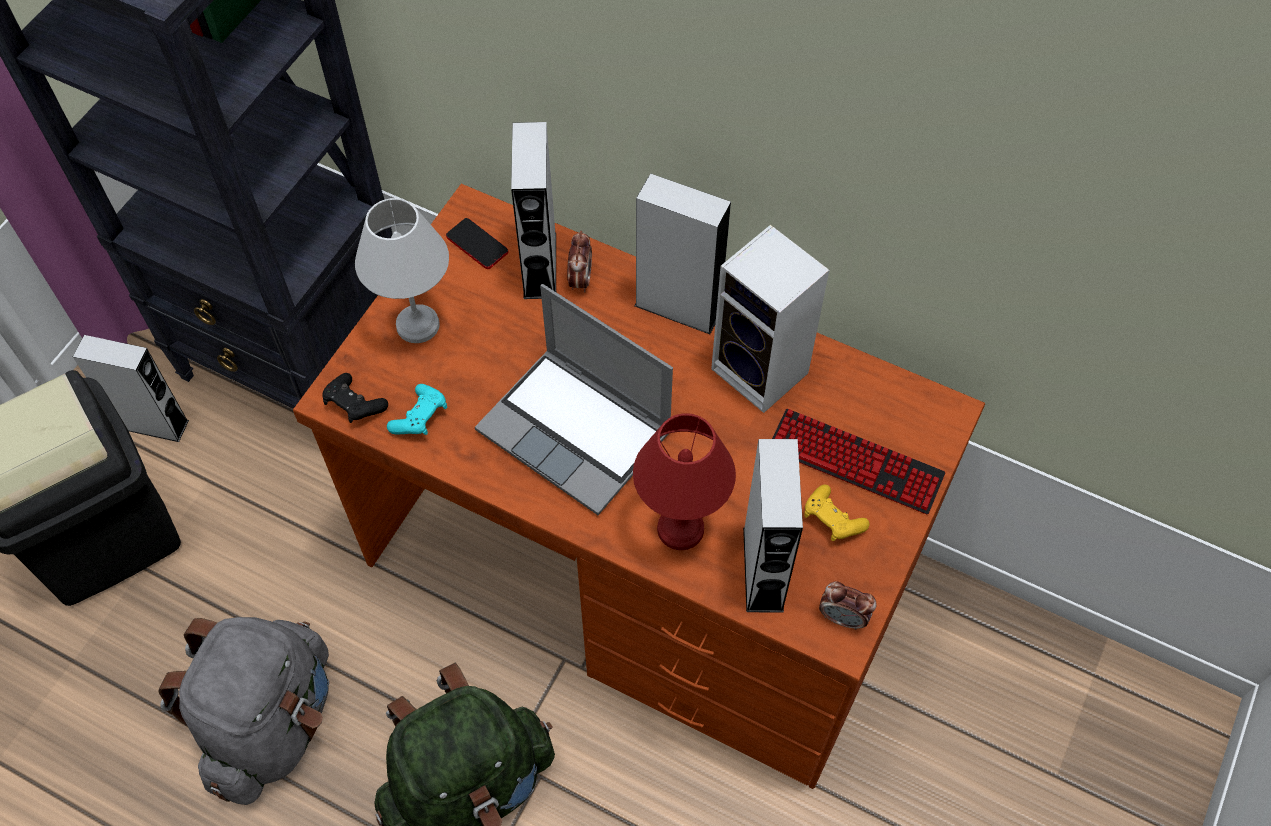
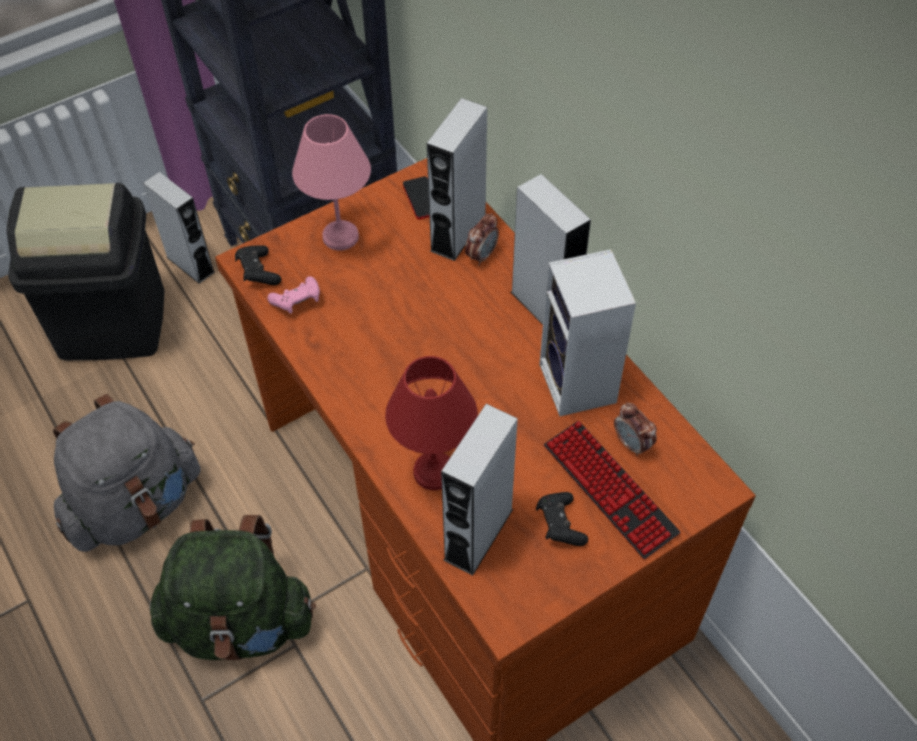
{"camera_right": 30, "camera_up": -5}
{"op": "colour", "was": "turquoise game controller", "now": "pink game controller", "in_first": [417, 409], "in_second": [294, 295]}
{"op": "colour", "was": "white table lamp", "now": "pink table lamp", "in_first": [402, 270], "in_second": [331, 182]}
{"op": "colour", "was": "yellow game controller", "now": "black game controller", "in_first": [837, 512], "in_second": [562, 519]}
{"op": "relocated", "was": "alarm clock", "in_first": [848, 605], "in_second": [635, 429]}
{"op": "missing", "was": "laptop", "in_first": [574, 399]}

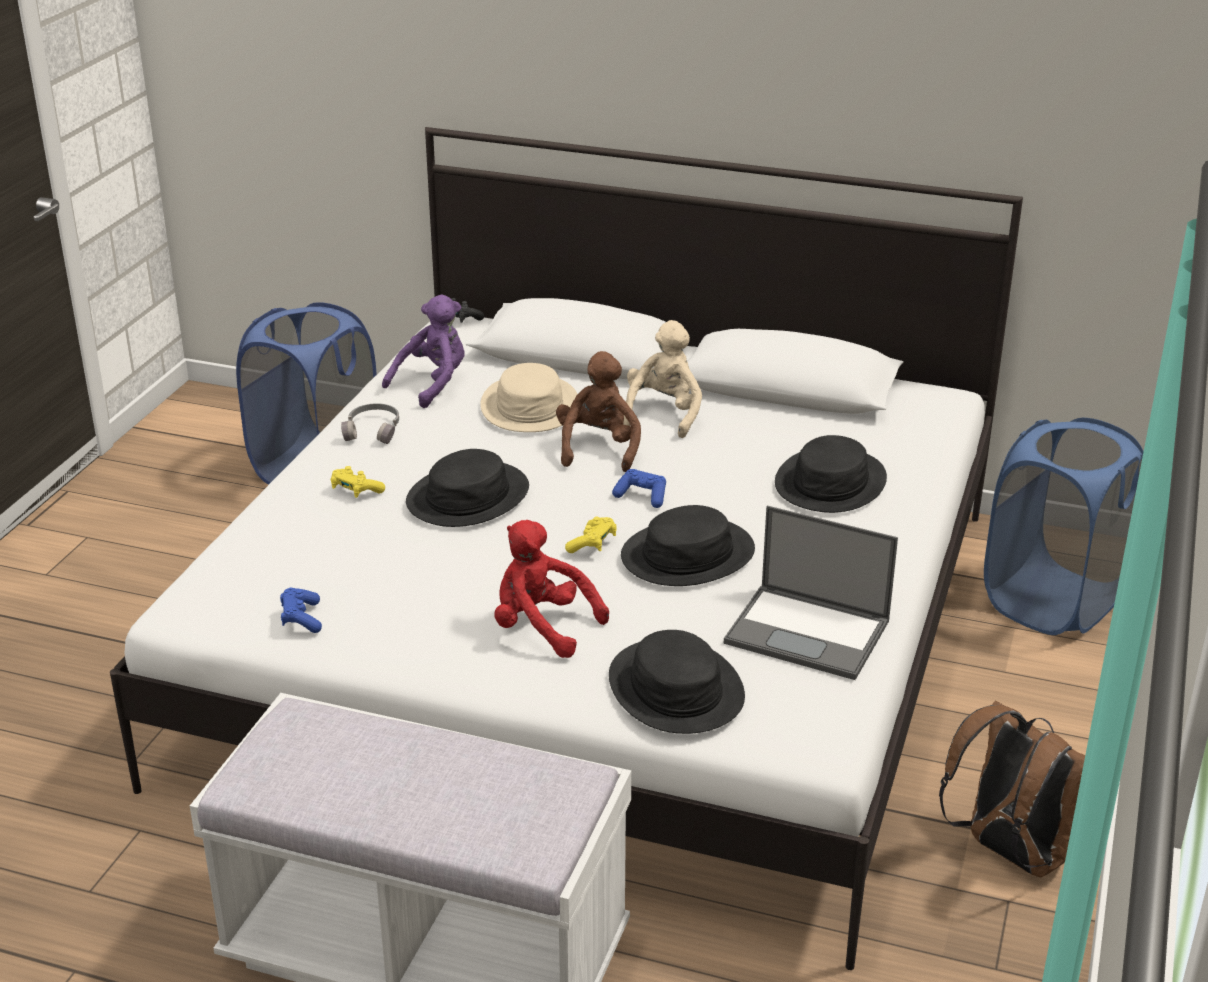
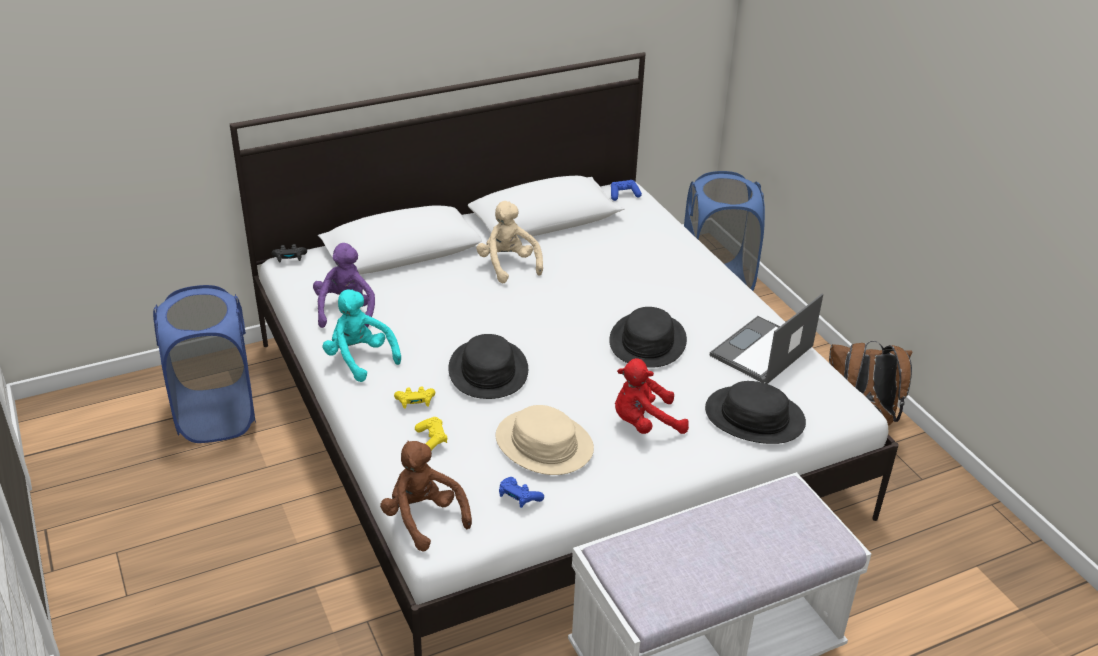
{"camera_right": -45, "camera_up": 5}
{"op": "exchanged", "was": "grey headphones", "now": "turquoise plush toy", "in_first": [370, 423], "in_second": [361, 335]}
{"op": "relocated", "was": "brown plush toy", "in_first": [598, 411], "in_second": [426, 496]}
{"op": "relocated", "was": "yellow game controller", "in_first": [591, 535], "in_second": [431, 434]}
{"op": "relocated", "was": "beige hat", "in_first": [528, 397], "in_second": [545, 440]}
{"op": "relocated", "was": "blue game controller", "in_first": [639, 488], "in_second": [626, 190]}
{"op": "spun", "was": "laptop", "in_first": [811, 593], "in_second": [766, 339], "clockwise": 150}
{"op": "missing", "was": "black hat", "in_first": [831, 474]}

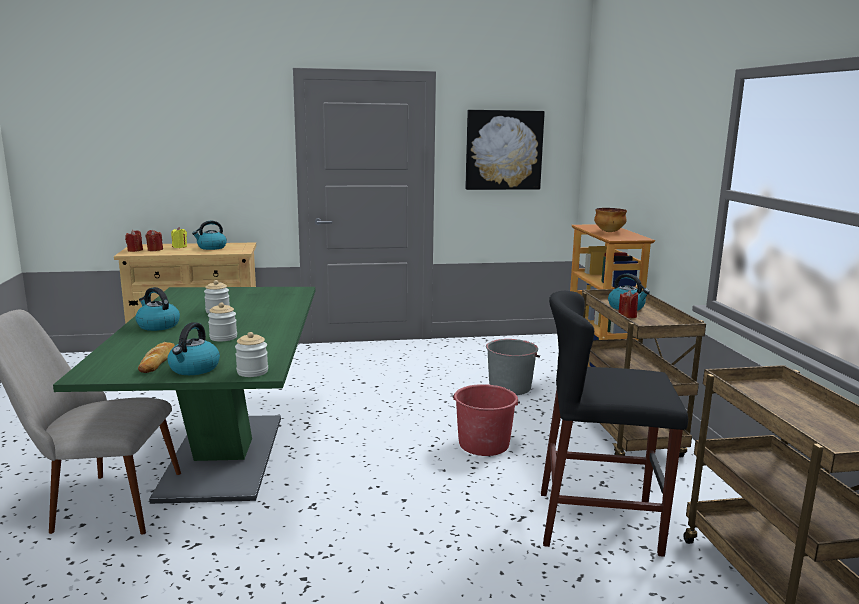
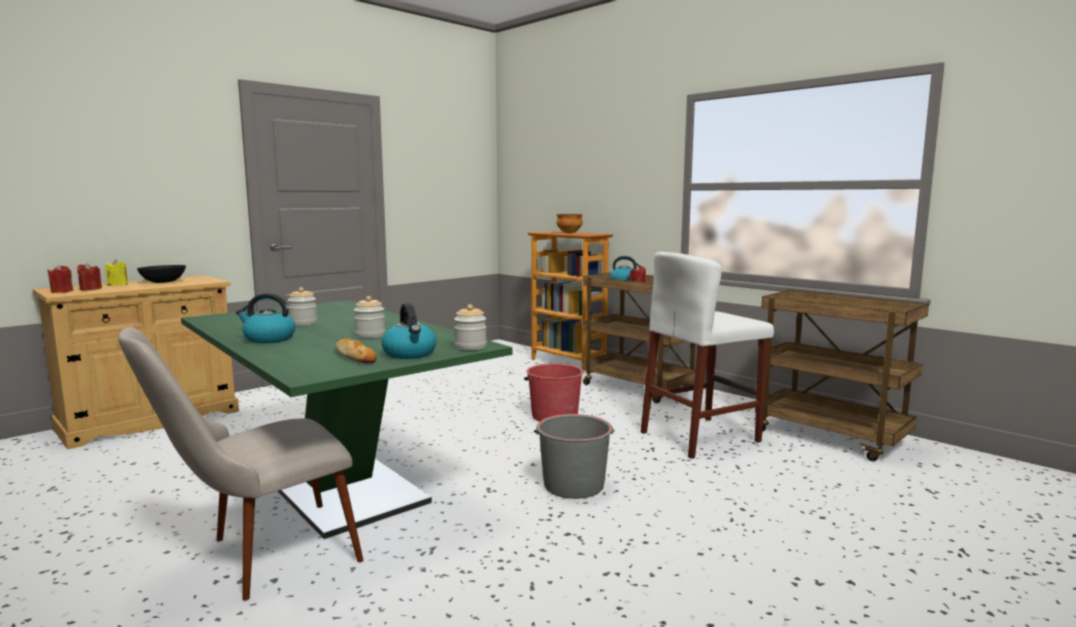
{"camera_right": -35, "camera_up": -5}
{"op": "exchanged", "was": "kettle", "now": "black bowl", "in_first": [209, 235], "in_second": [161, 274]}
{"op": "relocated", "was": "grey bucket", "in_first": [513, 367], "in_second": [574, 456]}
{"op": "colour", "was": "black stool", "now": "white stool", "in_first": [614, 424], "in_second": [707, 355]}
{"op": "missing", "was": "picture", "in_first": [505, 150]}

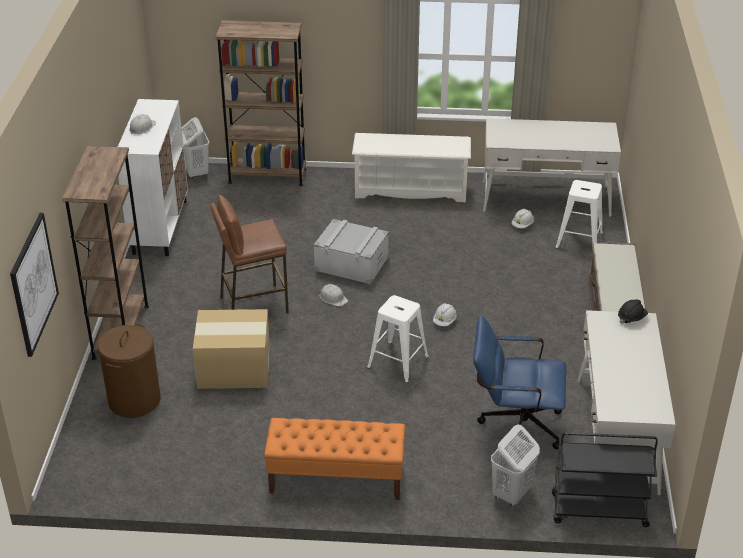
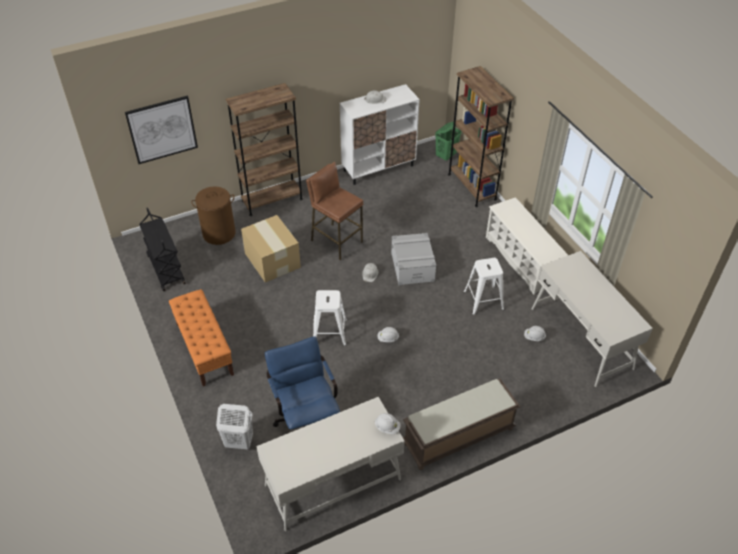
{"camera_right": 60, "camera_up": 10}
{"op": "relocated", "was": "black cart", "in_first": [605, 479], "in_second": [162, 249]}
{"op": "colour", "was": "black hard hat", "now": "white hard hat", "in_first": [633, 312], "in_second": [388, 423]}
{"op": "colour", "was": "white laundry basket", "now": "green laundry basket", "in_first": [195, 148], "in_second": [448, 141]}
{"op": "relocated", "was": "white stool", "in_first": [579, 214], "in_second": [484, 286]}

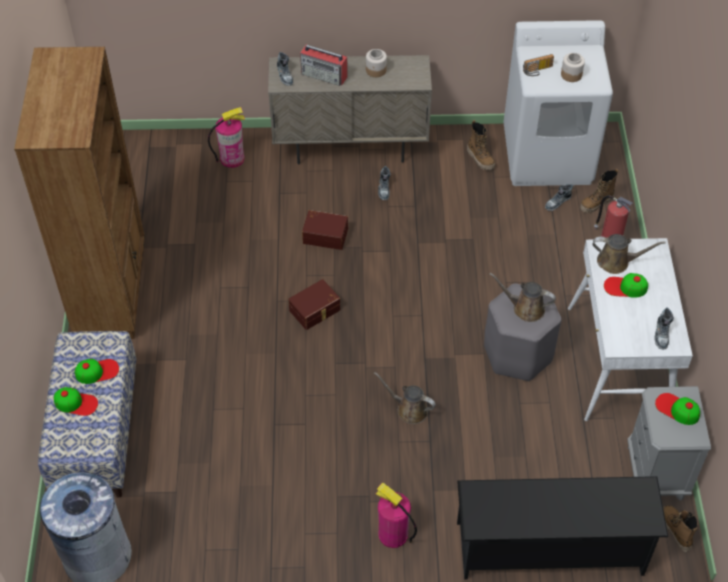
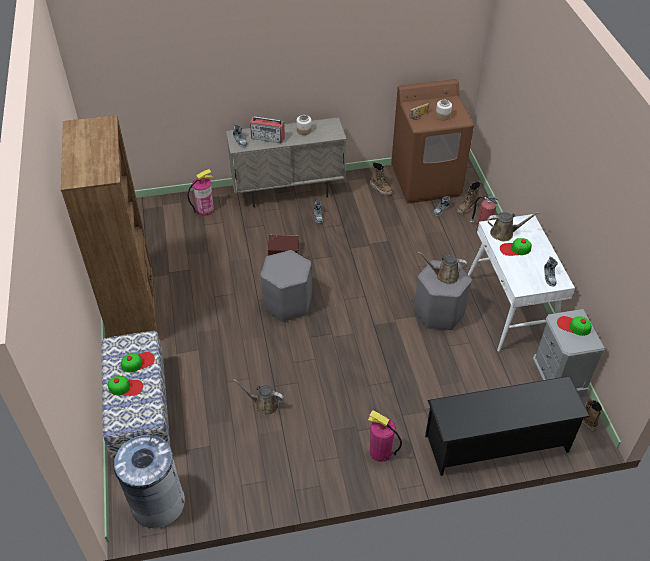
{"camera_right": -10, "camera_up": -5}
{"op": "relocated", "was": "brown watering can", "in_first": [405, 398], "in_second": [258, 397]}
{"op": "exchanged", "was": "brown storage box", "now": "grey stool", "in_first": [314, 304], "in_second": [286, 286]}
{"op": "colour", "was": "white washing machine", "now": "brown washing machine", "in_first": [558, 103], "in_second": [432, 141]}

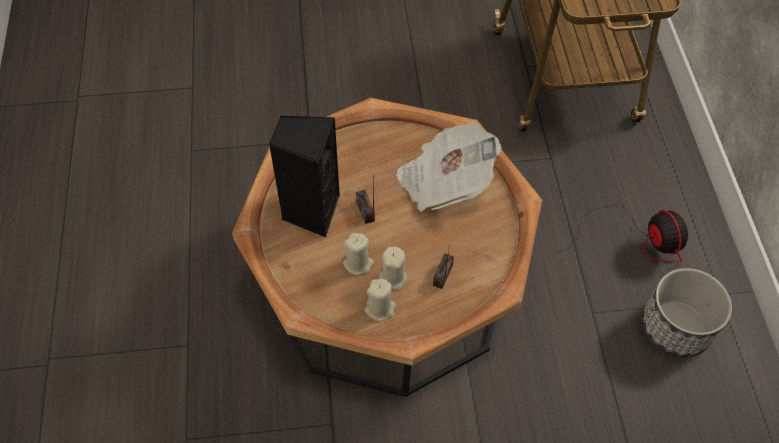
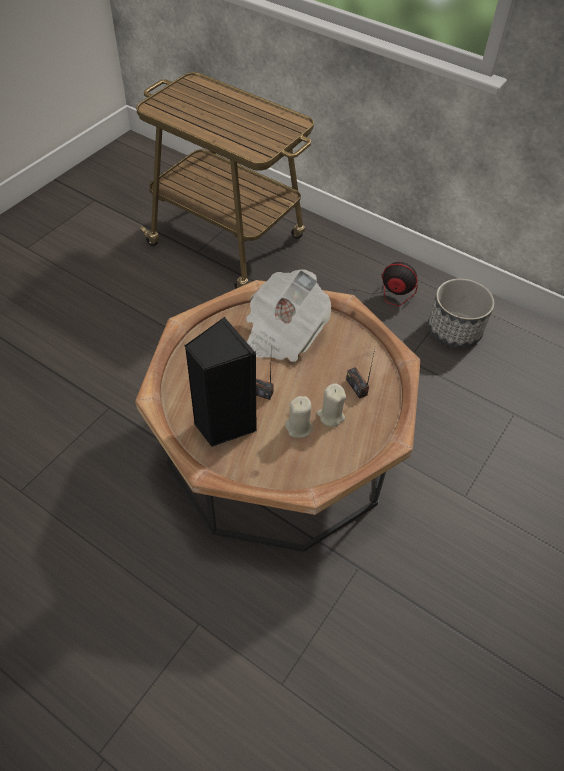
{"camera_right": -50, "camera_up": -5}
{"op": "missing", "was": "beige candle", "in_first": [380, 300]}

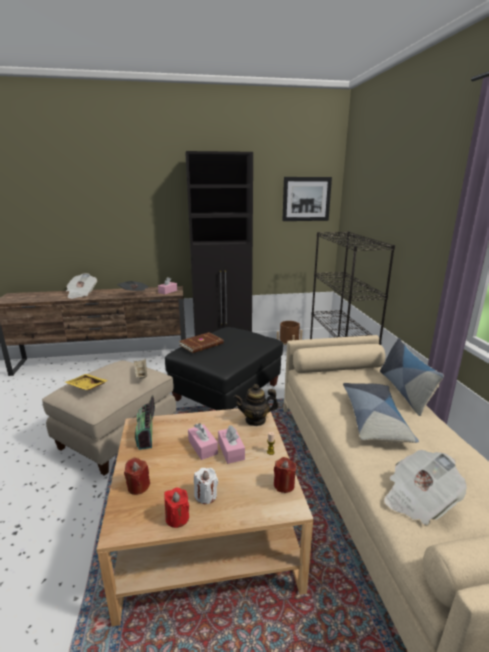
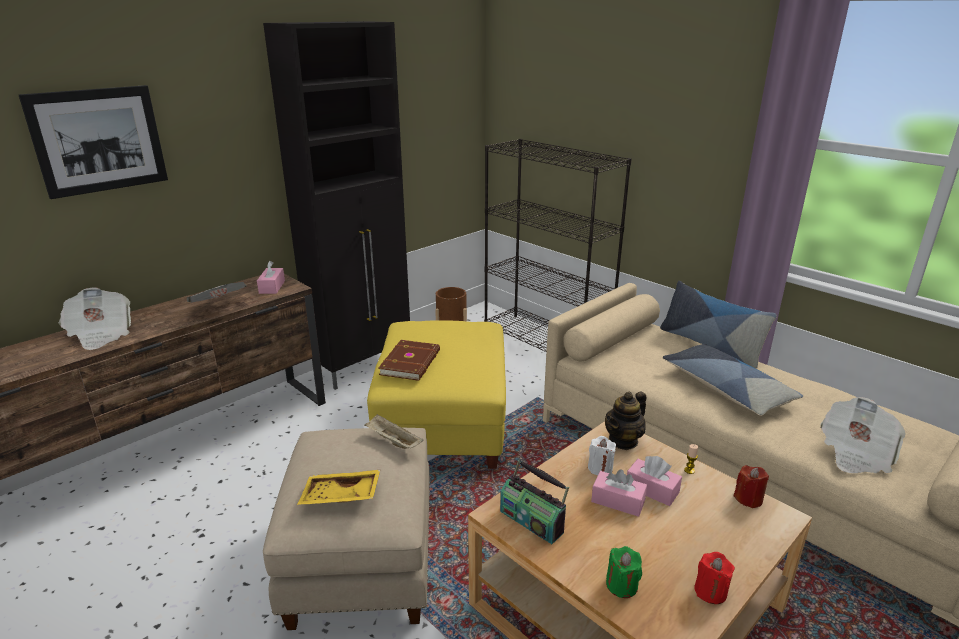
{"camera_right": -35, "camera_up": 5}
{"op": "relocated", "was": "picture", "in_first": [307, 199], "in_second": [93, 142]}
{"op": "colour", "was": "black ottoman", "now": "yellow ottoman", "in_first": [224, 368], "in_second": [436, 394]}
{"op": "relocated", "was": "white candle", "in_first": [206, 486], "in_second": [602, 455]}
{"op": "colour", "was": "red candle", "now": "green candle", "in_first": [137, 476], "in_second": [624, 572]}

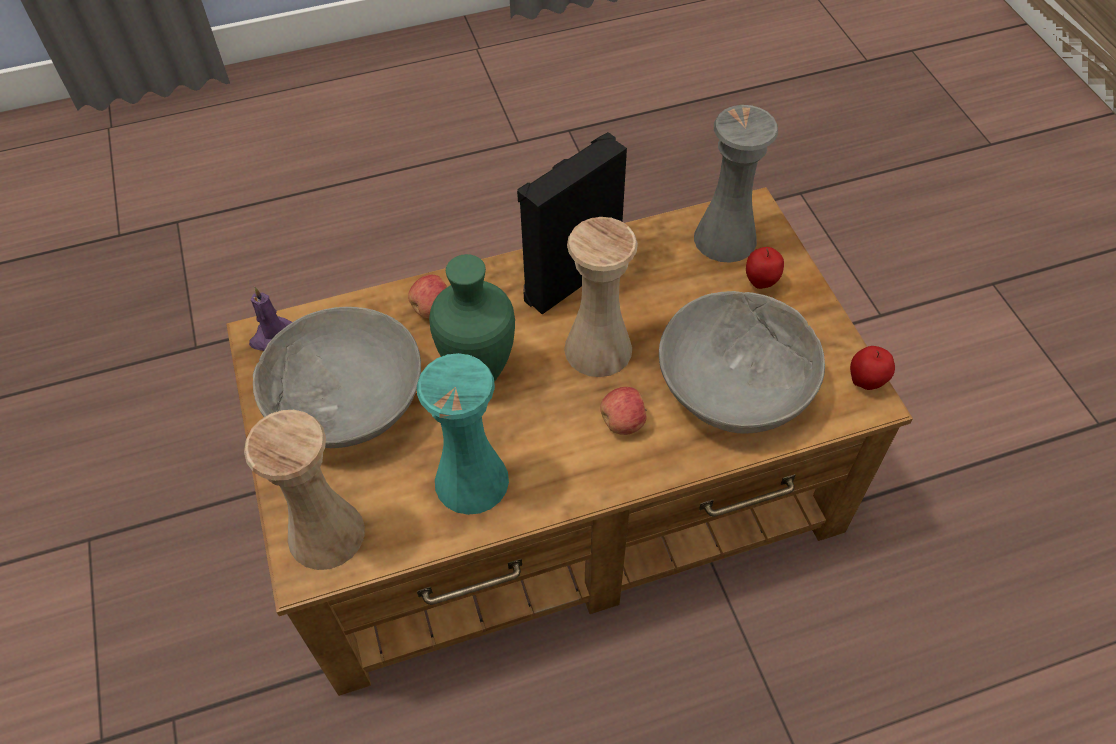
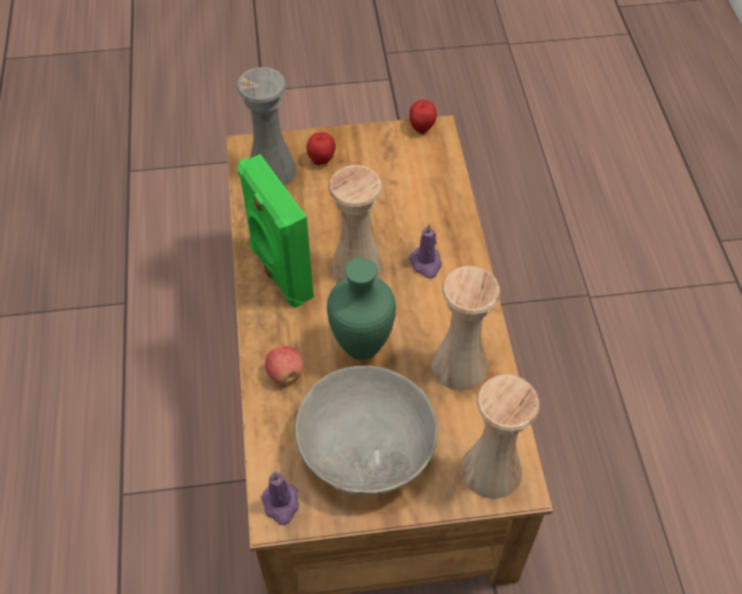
{"camera_right": -80, "camera_up": 0}
{"op": "colour", "was": "black speaker", "now": "green speaker", "in_first": [572, 223], "in_second": [275, 231]}
{"op": "exchanged", "was": "apple", "now": "purple candle", "in_first": [623, 411], "in_second": [425, 251]}
{"op": "colour", "was": "turquoise vase", "now": "beige vase", "in_first": [463, 434], "in_second": [465, 328]}
{"op": "missing", "was": "grey bowl", "in_first": [742, 362]}

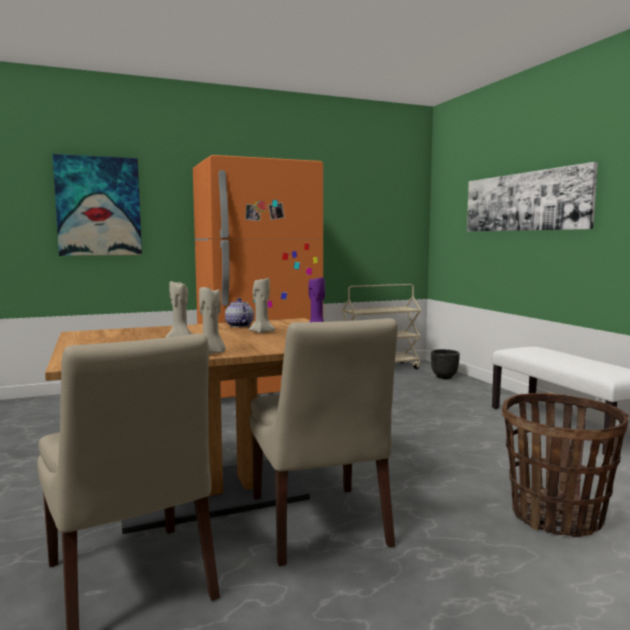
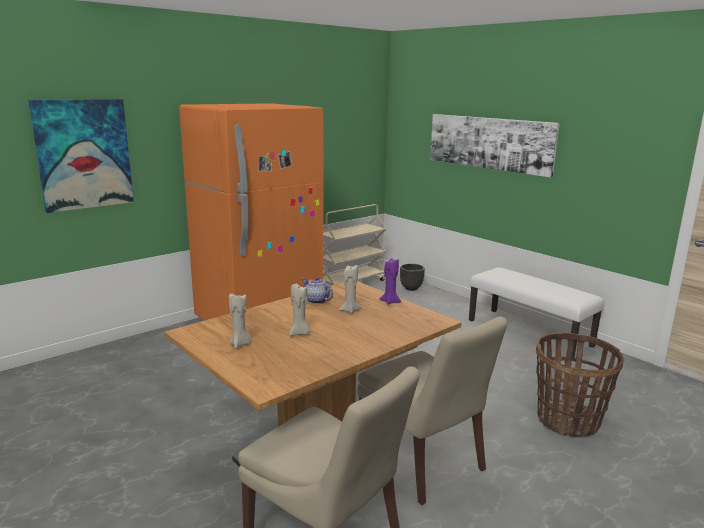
{"camera_right": -20, "camera_up": 10}
{"op": "relocated", "was": "beige candle", "in_first": [212, 319], "in_second": [240, 320]}

